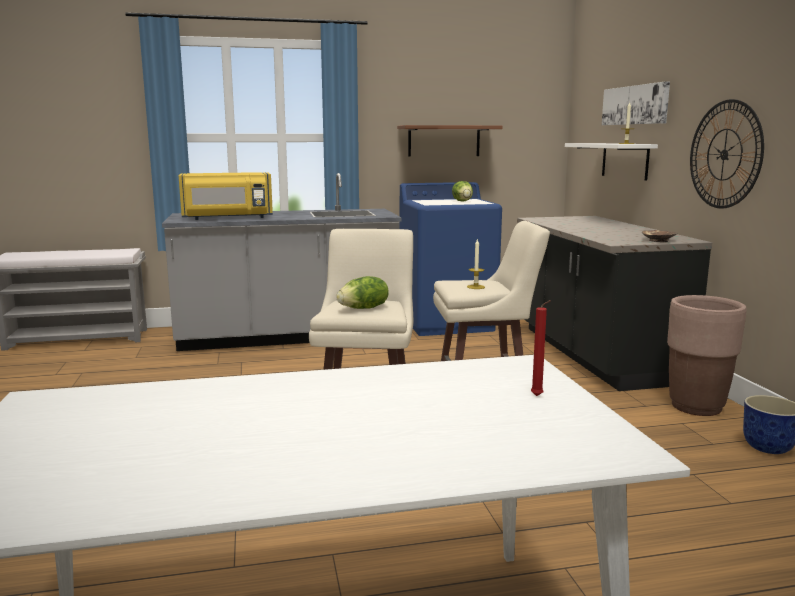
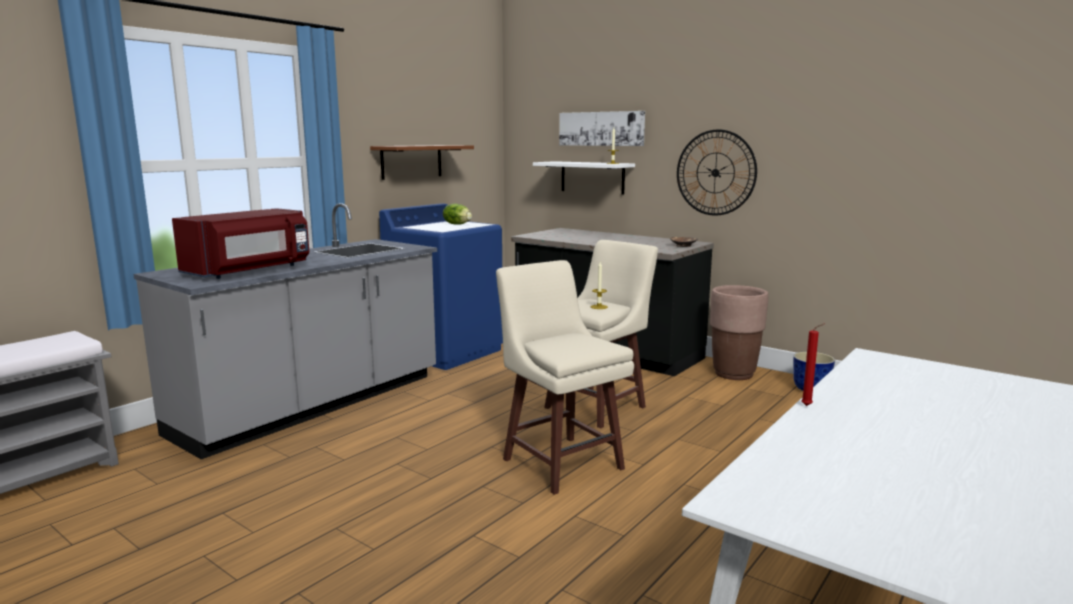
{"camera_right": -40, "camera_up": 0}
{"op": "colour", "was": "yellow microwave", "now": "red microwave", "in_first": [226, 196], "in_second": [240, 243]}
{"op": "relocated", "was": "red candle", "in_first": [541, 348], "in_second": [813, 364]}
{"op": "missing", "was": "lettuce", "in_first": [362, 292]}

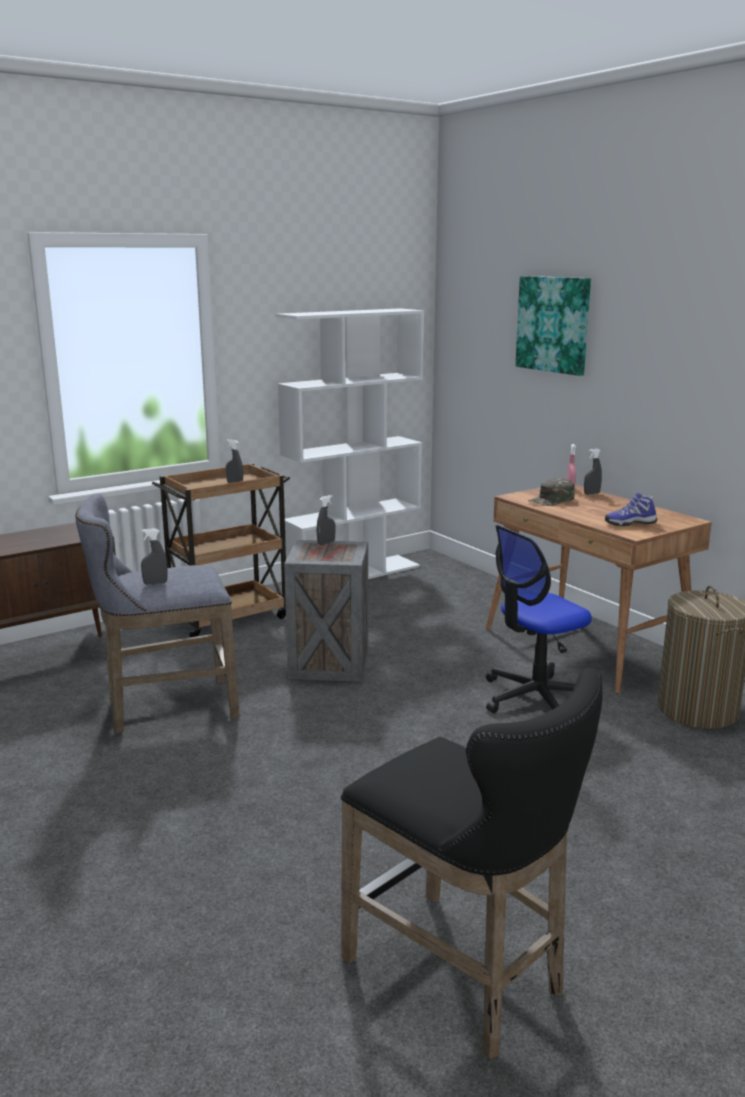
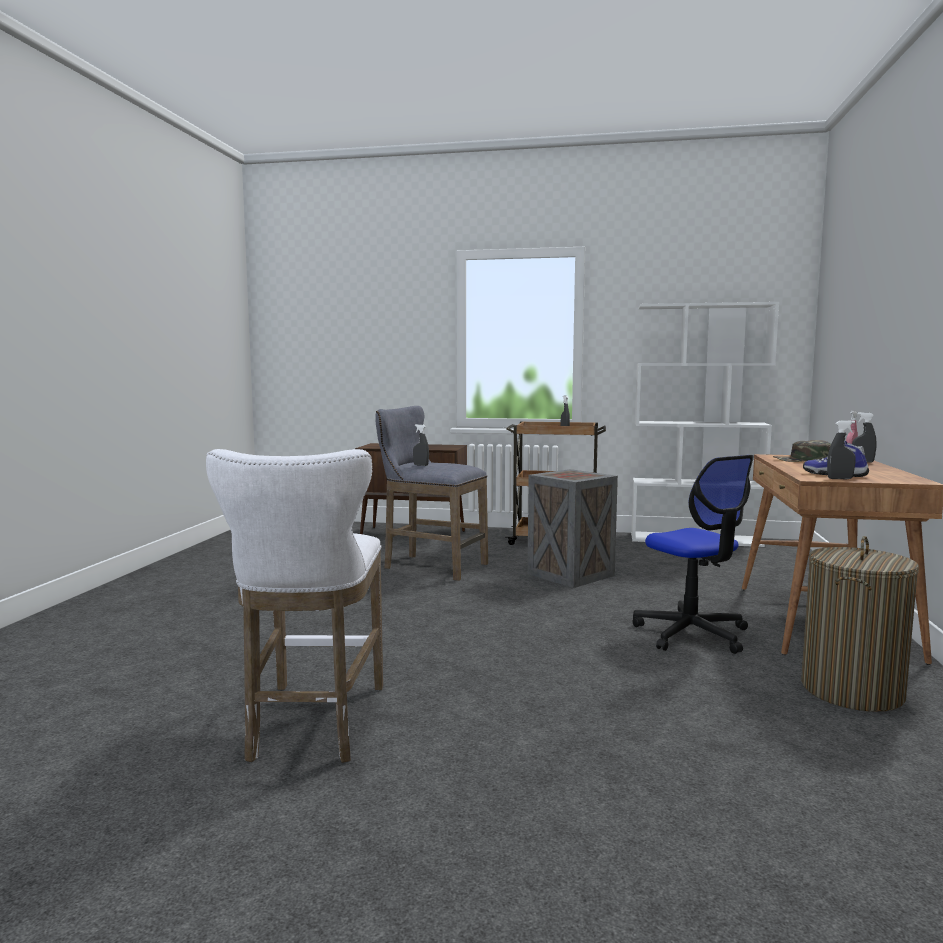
{"camera_right": 45, "camera_up": -10}
{"op": "colour", "was": "black stool", "now": "white stool", "in_first": [472, 863], "in_second": [294, 606]}
{"op": "spun", "was": "office chair", "in_first": [539, 619], "in_second": [693, 554], "clockwise": -135}
{"op": "relocated", "was": "grey spray bottle", "in_first": [326, 520], "in_second": [841, 449]}
{"op": "missing", "was": "picture", "in_first": [553, 326]}

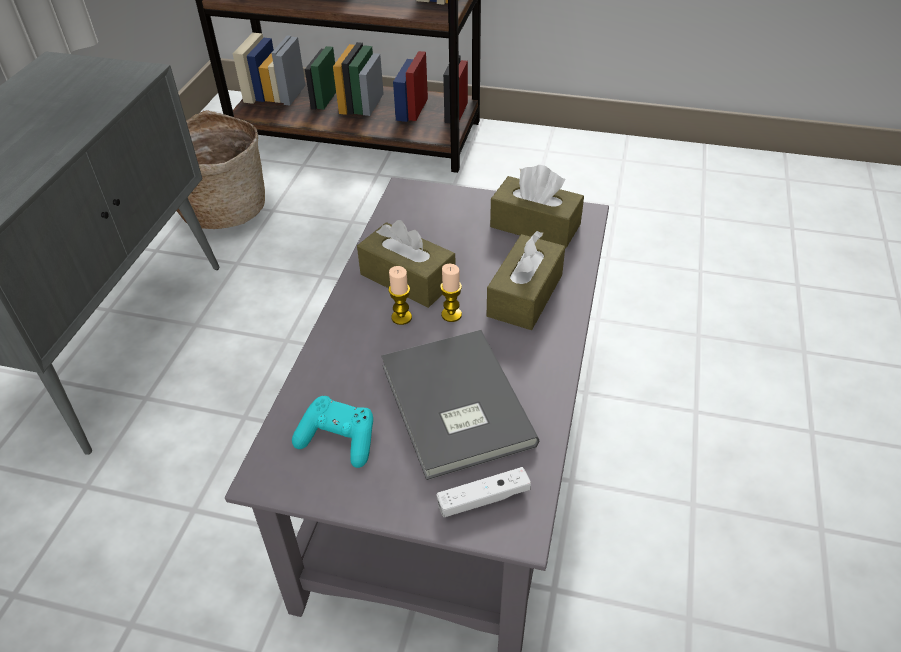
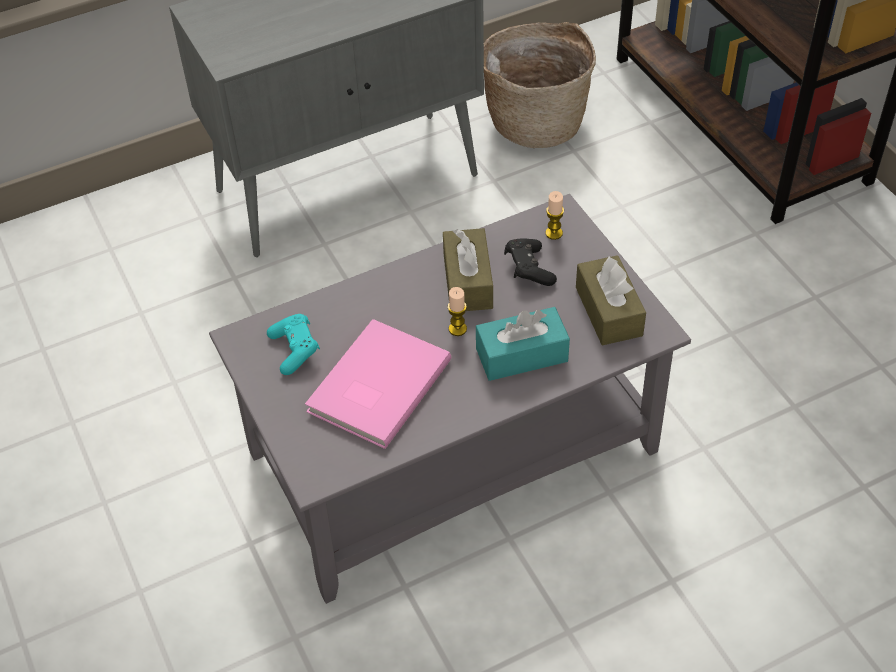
{"camera_right": 50, "camera_up": 5}
{"op": "colour", "was": "grey book", "now": "pink book", "in_first": [460, 405], "in_second": [378, 384]}
{"op": "colour", "was": "brown tissue box", "now": "turquoise tissue box", "in_first": [526, 280], "in_second": [523, 344]}
{"op": "appeared", "now": "black game controller", "in_second": [530, 262]}
{"op": "relocated", "was": "candle", "in_first": [400, 295], "in_second": [554, 215]}
{"op": "missing", "was": "white game controller", "in_first": [484, 492]}

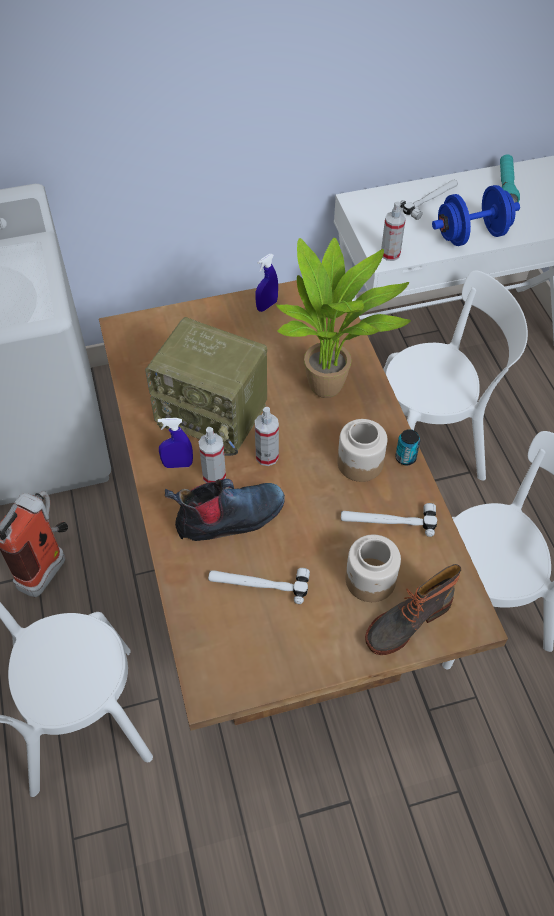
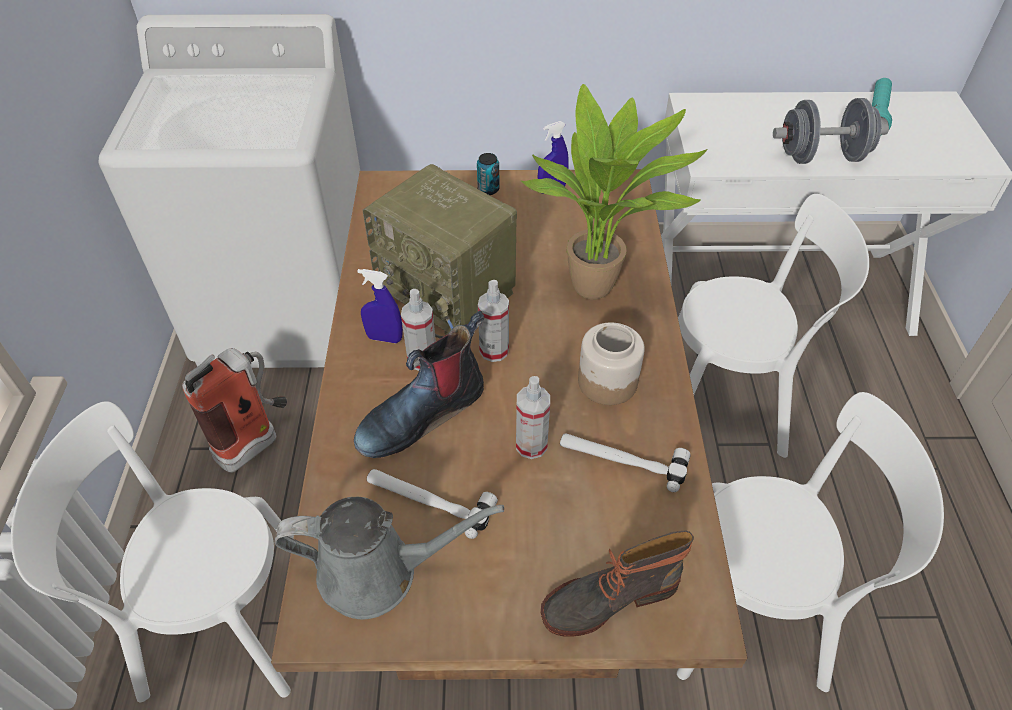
{"camera_right": 15, "camera_up": -5}
{"op": "appeared", "now": "grey watering can", "in_second": [389, 558]}
{"op": "spun", "was": "boot", "in_first": [225, 510], "in_second": [419, 384], "clockwise": 150}
{"op": "relocated", "was": "can", "in_first": [407, 447], "in_second": [488, 174]}
{"op": "relocated", "was": "spray bottle", "in_first": [393, 231], "in_second": [533, 417]}
{"op": "colour", "was": "blue dumbbell", "now": "grey dumbbell", "in_first": [476, 215], "in_second": [831, 131]}
{"op": "missing", "was": "jar", "in_first": [373, 568]}
{"op": "missing", "was": "hammer", "in_first": [429, 200]}

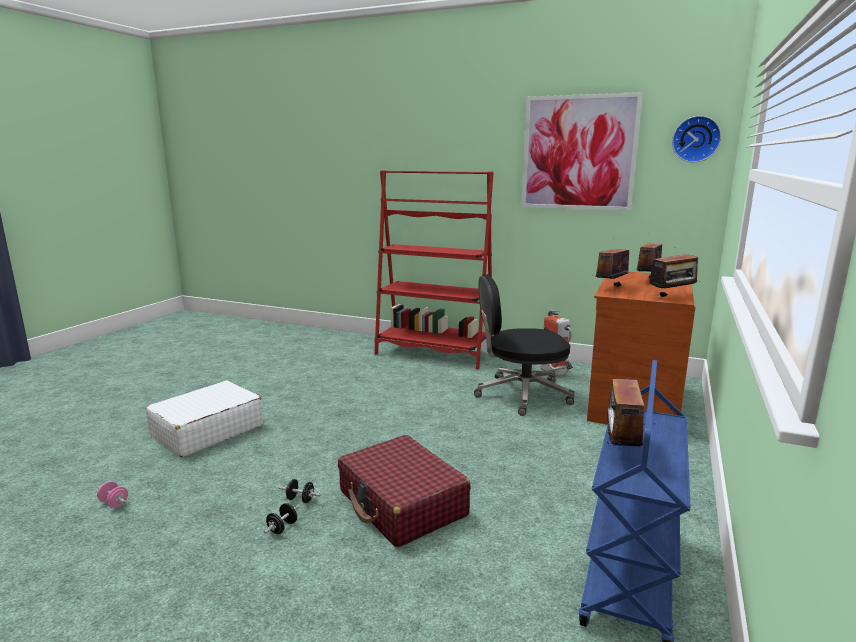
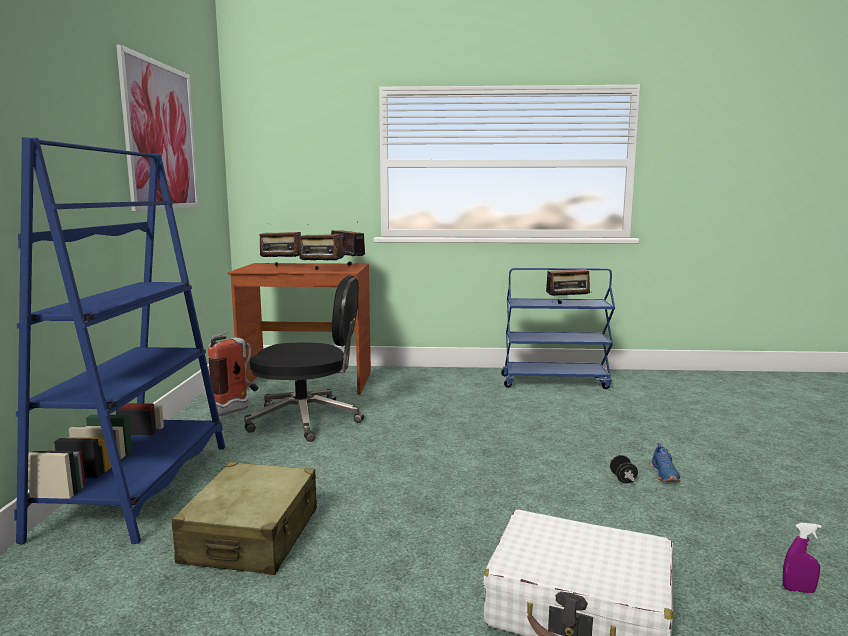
{"camera_right": -110, "camera_up": -5}
{"op": "colour", "was": "red bookcase", "now": "blue bookcase", "in_first": [434, 270], "in_second": [119, 341]}
{"op": "appeared", "now": "beige suitcase", "in_second": [244, 518]}
{"op": "spun", "was": "black office chair", "in_first": [524, 345], "in_second": [304, 359], "clockwise": -60}
{"op": "exchanged", "was": "black dumbbell", "now": "blue shoe", "in_first": [281, 518], "in_second": [665, 462]}
{"op": "exchanged", "was": "pink dumbbell", "now": "purple spray bottle", "in_first": [112, 494], "in_second": [802, 558]}
{"op": "missing", "was": "red suitcase", "in_first": [404, 491]}
{"op": "missing", "was": "wall clock", "in_first": [696, 139]}

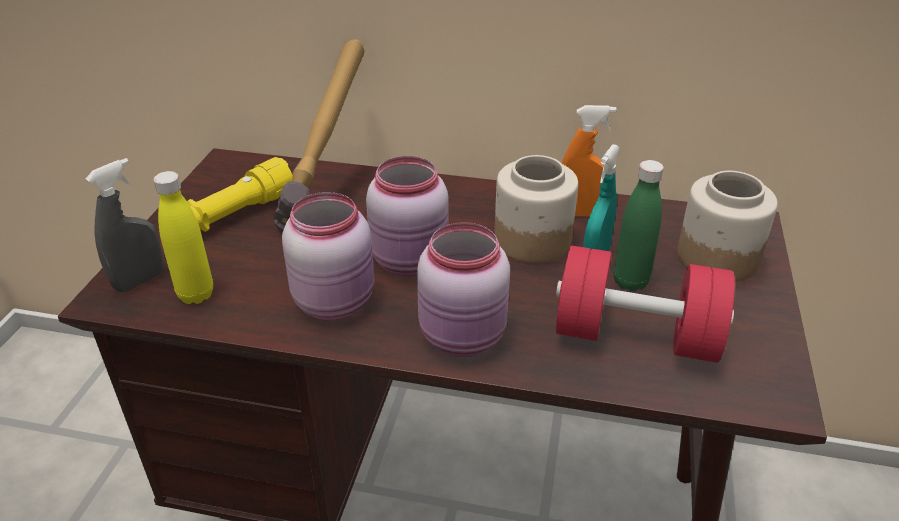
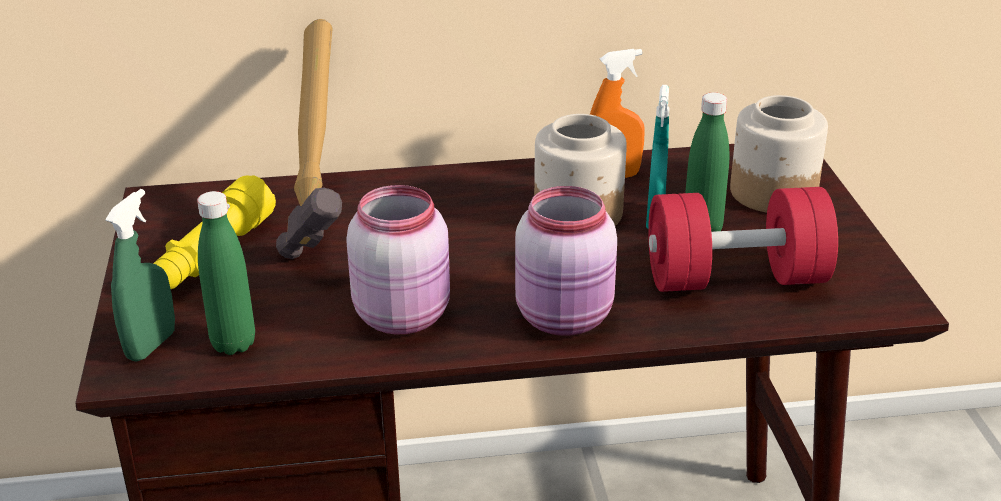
{"camera_right": -20, "camera_up": -5}
{"op": "colour", "was": "grey spray bottle", "now": "green spray bottle", "in_first": [124, 225], "in_second": [140, 275]}
{"op": "colour", "was": "yellow bottle", "now": "green bottle", "in_first": [183, 237], "in_second": [226, 273]}
{"op": "missing", "was": "pink jar", "in_first": [407, 216]}

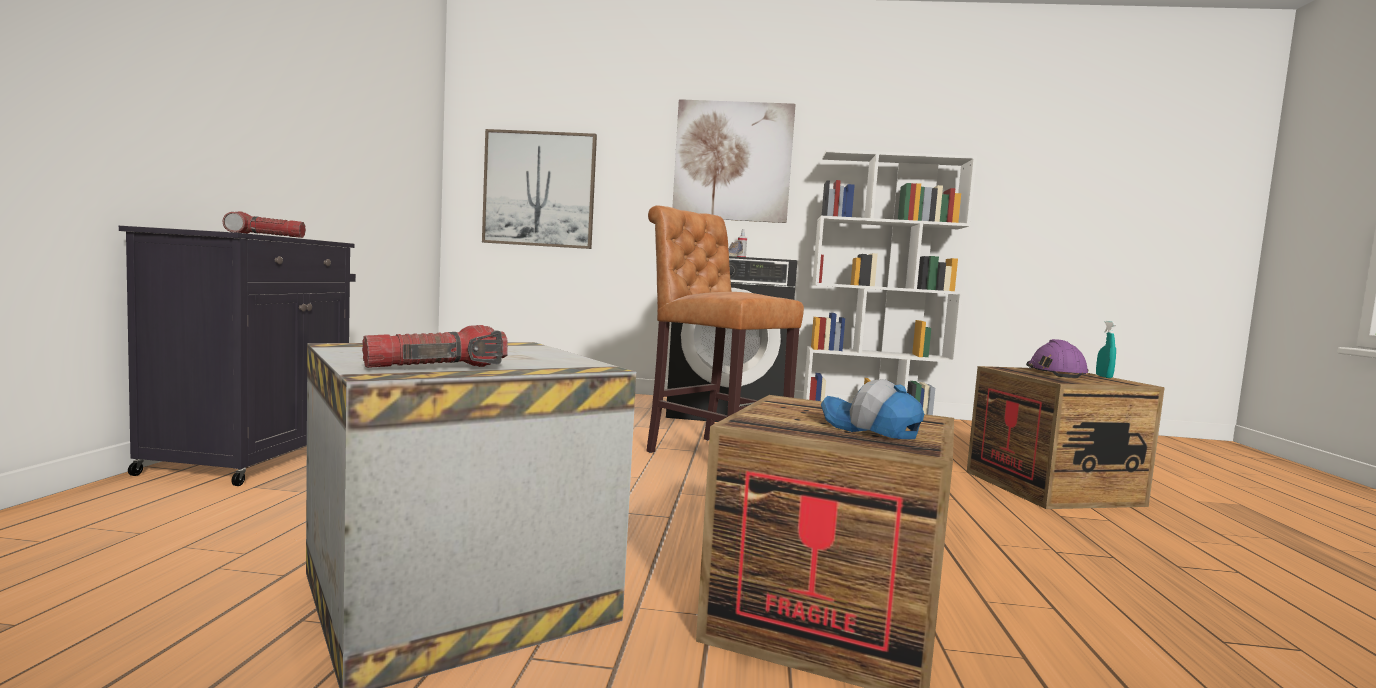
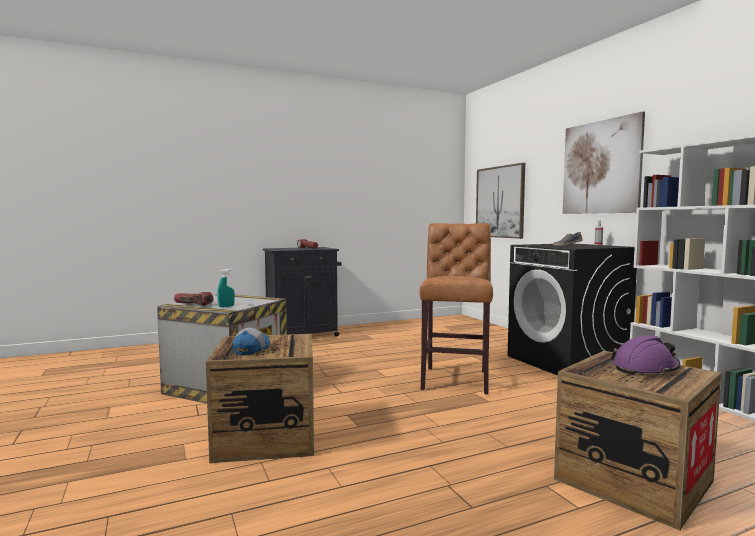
{"camera_right": 60, "camera_up": 0}
{"op": "relocated", "was": "turquoise spray bottle", "in_first": [1106, 349], "in_second": [226, 288]}

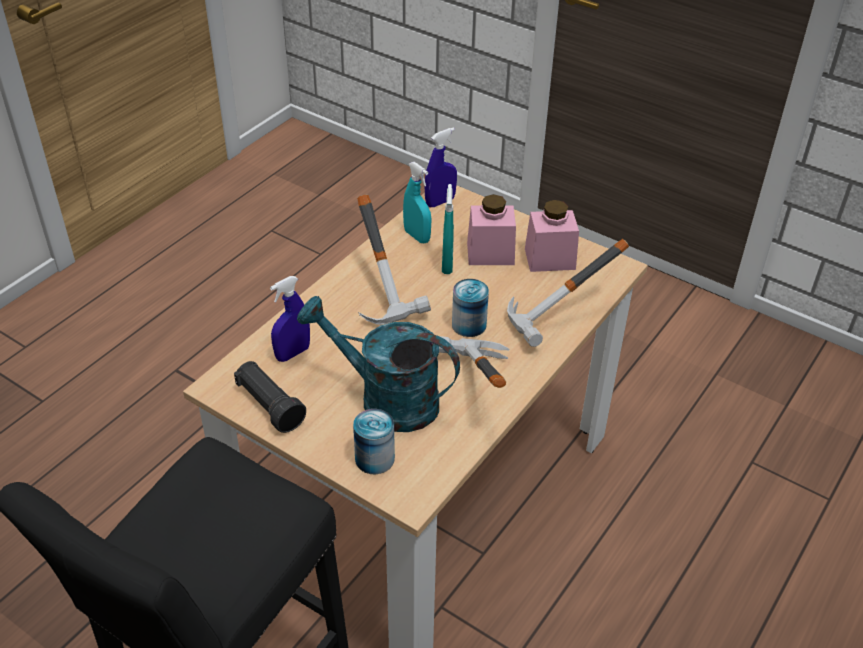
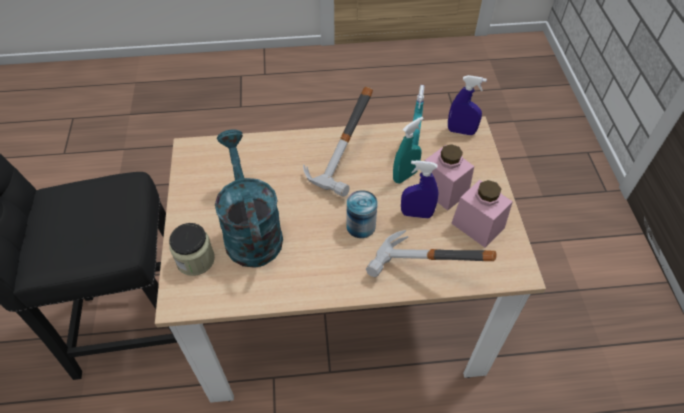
{"camera_right": 50, "camera_up": 10}
{"op": "exchanged", "was": "can", "now": "jar", "in_first": [374, 441], "in_second": [192, 249]}
{"op": "relocated", "was": "blue spray bottle", "in_first": [290, 319], "in_second": [419, 189]}
{"op": "missing", "was": "black flashlight", "in_first": [270, 397]}
{"op": "missing", "was": "hammer", "in_first": [474, 362]}

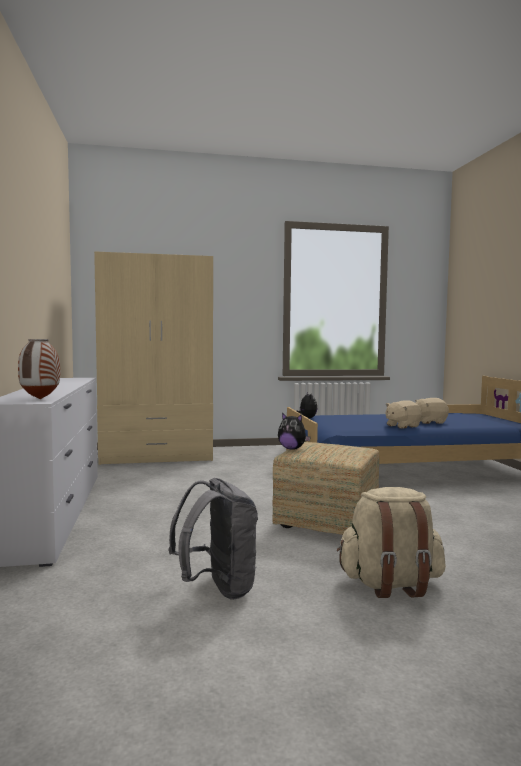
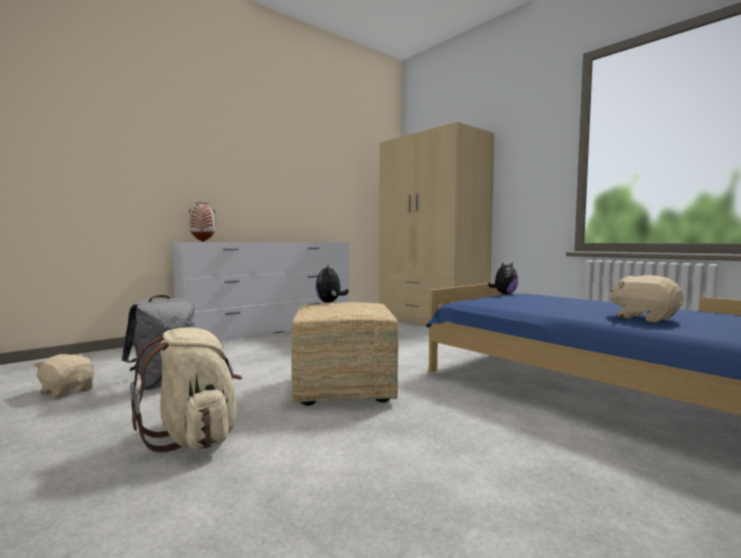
{"camera_right": 60, "camera_up": 0}
{"op": "relocated", "was": "beige plush toy", "in_first": [403, 414], "in_second": [64, 376]}

